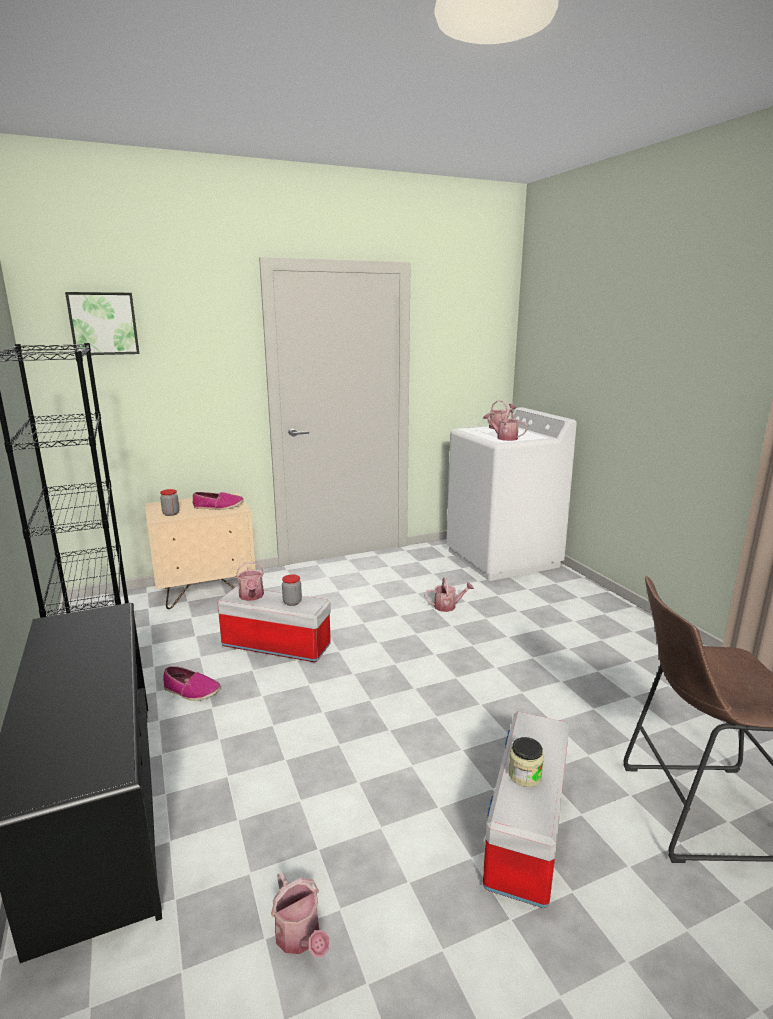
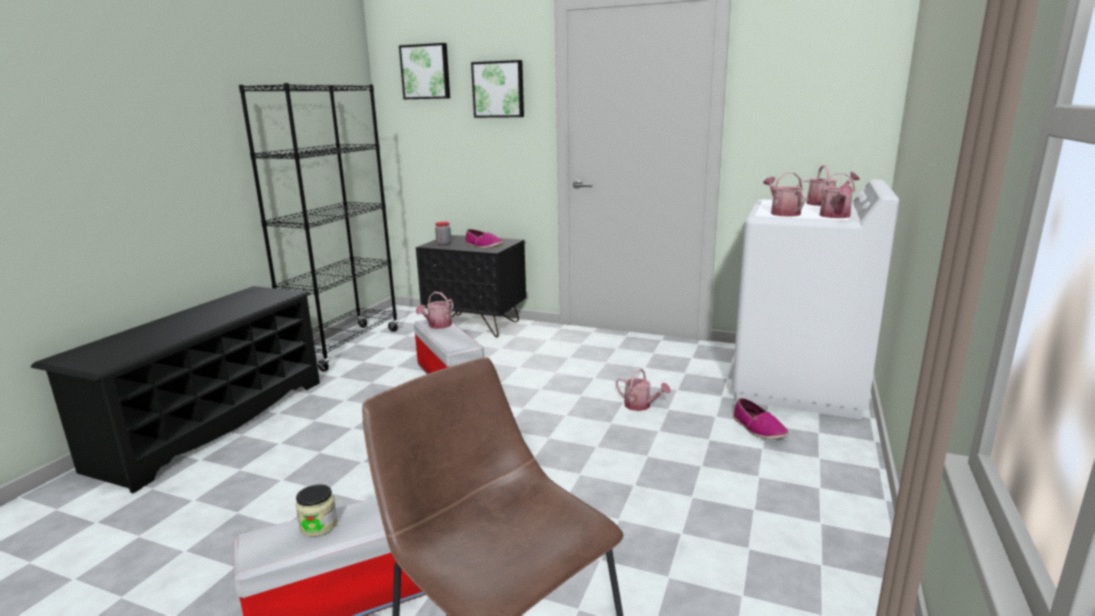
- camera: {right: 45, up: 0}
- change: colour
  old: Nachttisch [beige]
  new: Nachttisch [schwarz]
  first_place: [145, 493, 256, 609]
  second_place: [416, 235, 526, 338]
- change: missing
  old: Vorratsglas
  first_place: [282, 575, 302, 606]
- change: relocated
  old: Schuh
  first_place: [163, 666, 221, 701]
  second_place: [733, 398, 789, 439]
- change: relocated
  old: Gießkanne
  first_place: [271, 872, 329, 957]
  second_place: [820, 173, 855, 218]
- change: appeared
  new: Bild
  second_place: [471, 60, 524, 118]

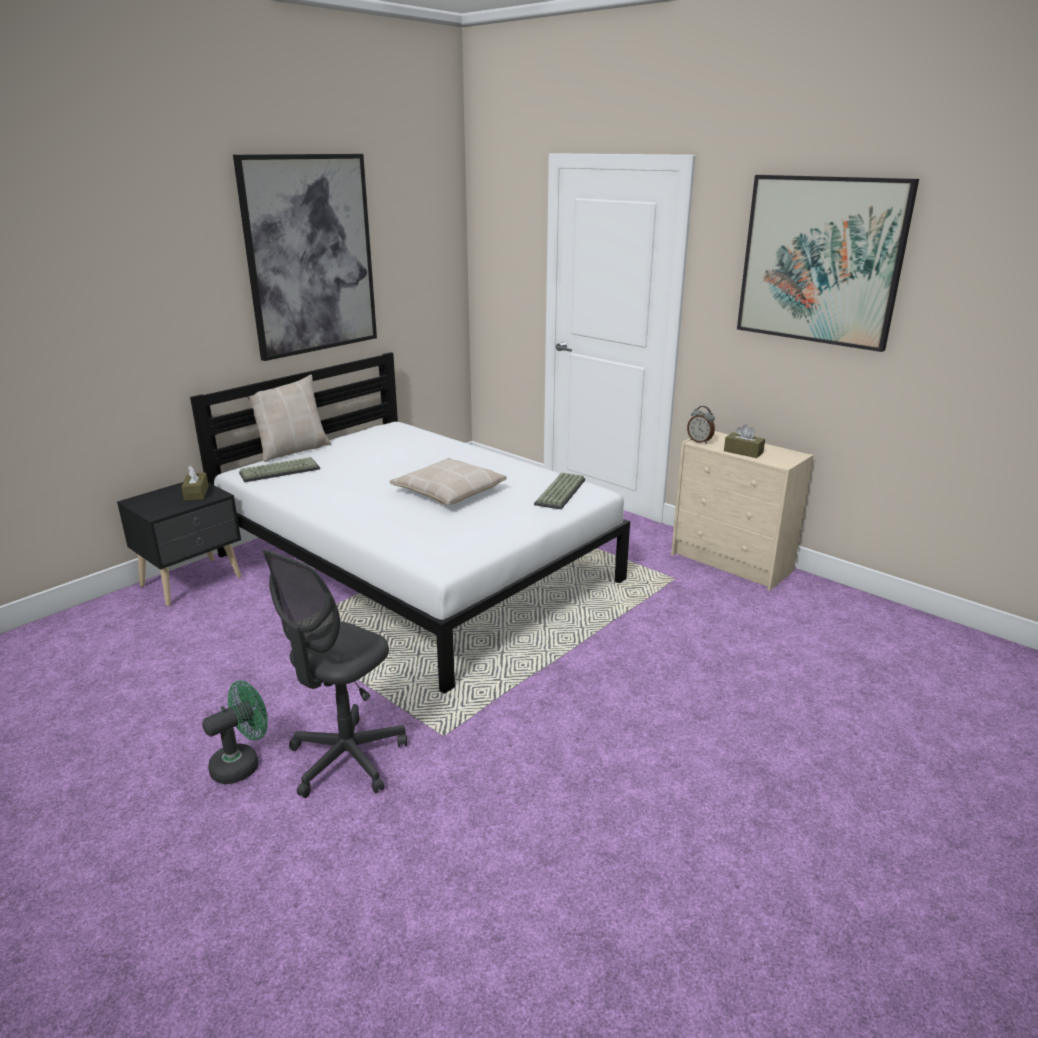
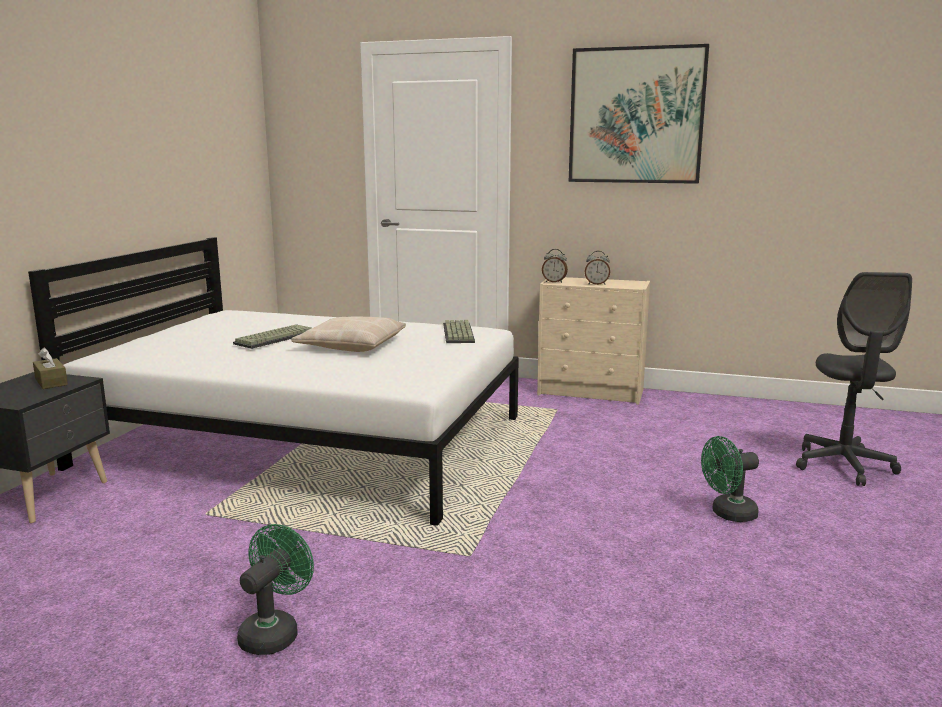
- camera: {right: -25, up: -10}
- change: missing
  old: Bild
  first_place: [233, 154, 377, 361]
- change: missing
  old: Kissen [beige]
  first_place: [247, 375, 331, 462]
- change: exchanged
  old: Taschentuchbox [braun]
  new: Wecker
  first_place: [724, 424, 765, 458]
  second_place: [585, 251, 610, 285]
- change: relocated
  old: Tastatur
  first_place: [239, 457, 320, 482]
  second_place: [233, 324, 312, 349]
- change: relocated
  old: Bürostuhl [grau]
  first_place: [262, 549, 407, 798]
  second_place: [796, 272, 912, 486]
- change: appeared
  new: Ventilator [grün]
  second_place: [701, 436, 759, 522]

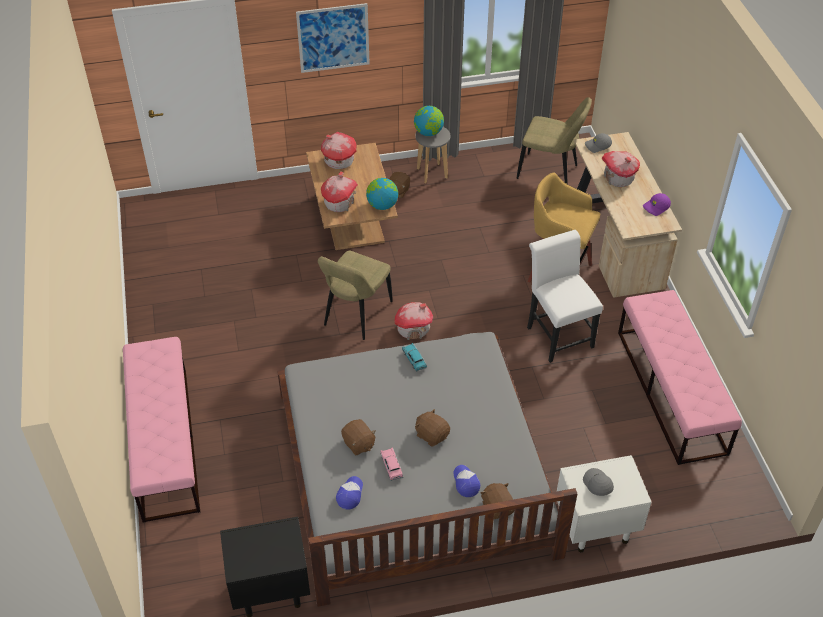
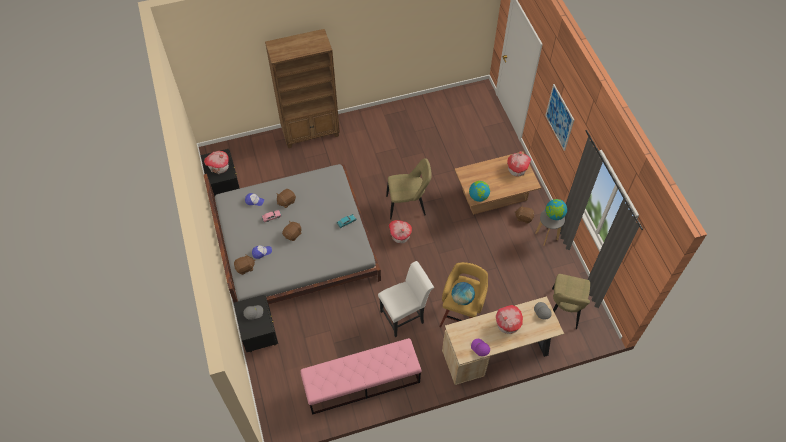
- camera: {right: 85, up: 10}
- change: relocated
  old: Spielzeughaus
  first_place: [321, 171, 358, 212]
  second_place: [204, 151, 229, 174]
- change: spun
  old: Stuhl [beige]
  first_place: [318, 251, 393, 340]
  second_place: [386, 158, 431, 220]
  degrees: 150
- change: exchanged
  old: Bank [rosa]
  new: Bücherregal [braun]
  first_place: [123, 337, 200, 523]
  second_place: [265, 29, 340, 148]
- change: colour
  old: Nachttisch [weiß]
  new: Nachttisch [schwarz]
  first_place: [557, 455, 652, 552]
  second_place: [234, 295, 278, 352]
- change: appeared
  new: Globus
  second_place: [452, 282, 475, 305]

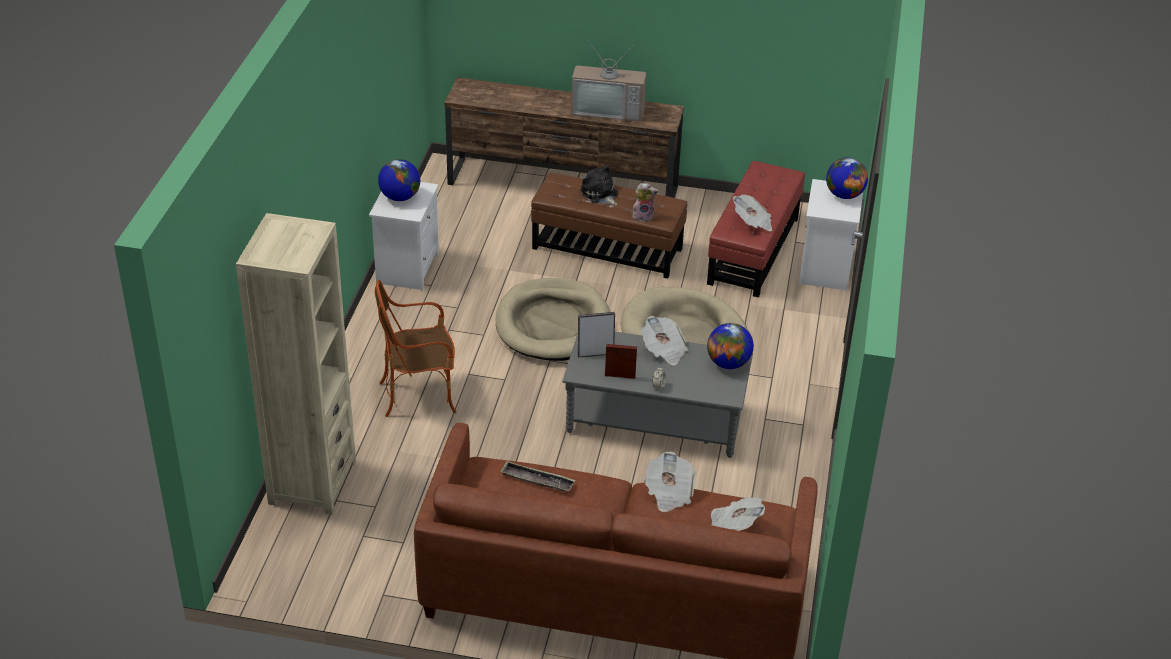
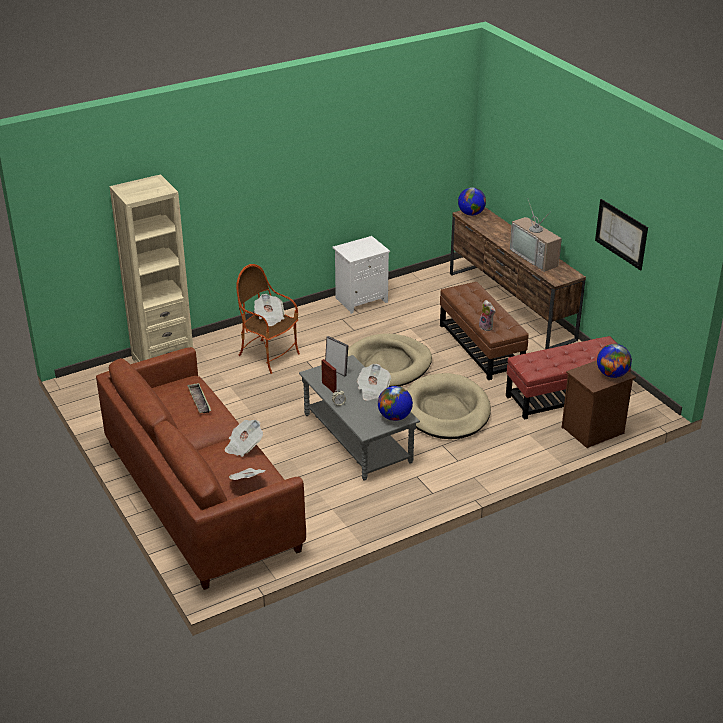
- camera: {right: 50, up: -5}
- change: relocated
  old: Globus
  first_place: [378, 159, 420, 201]
  second_place: [458, 187, 486, 216]
- change: missing
  old: Plüschtier
  first_place: [580, 165, 618, 205]
- change: colour
  old: Nachttisch [weiß]
  new: Nachttisch [braun]
  first_place: [799, 179, 863, 290]
  second_place: [562, 360, 636, 448]
- change: relocated
  old: Zeitung
  first_place: [733, 195, 772, 231]
  second_place: [254, 294, 285, 326]
- change: appeared
  new: Bild
  second_place: [595, 199, 648, 271]

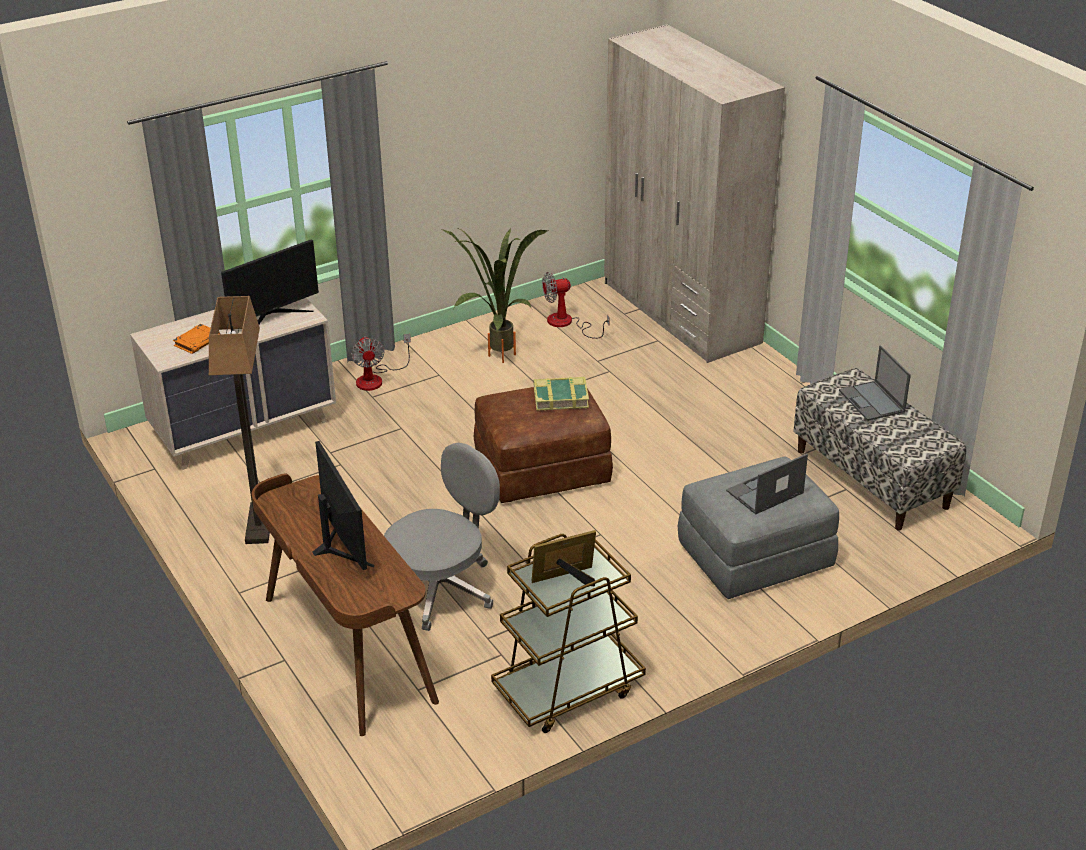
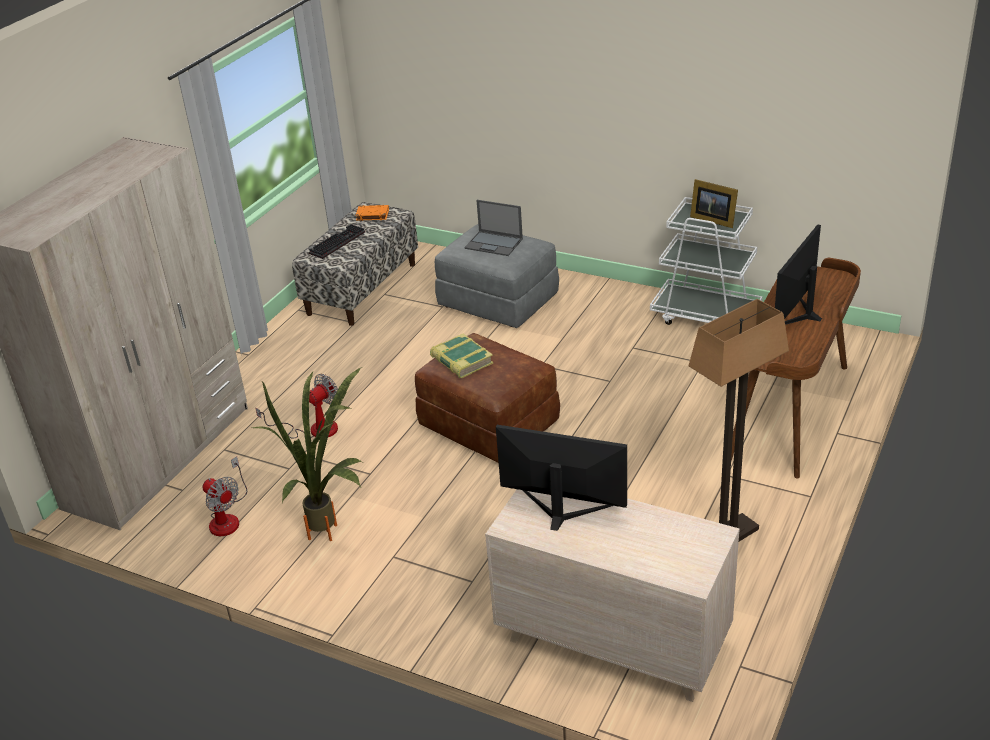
- camera: {right: -120, up: 0}
- change: relocated
  old: Buch [orange]
  first_place: [173, 324, 220, 354]
  second_place: [355, 205, 389, 221]
- change: relocated
  old: Ventilator
  first_place: [351, 334, 411, 391]
  second_place: [255, 374, 338, 438]
- change: exchanged
  old: Laptop
  new: Tastatur
  first_place: [839, 345, 911, 421]
  second_place: [309, 224, 365, 259]
- change: missing
  old: Bürostuhl [grau]
  first_place: [384, 443, 500, 631]
- change: colour
  old: Rollwagen [braun]
  new: Rollwagen [weiß]
  first_place: [491, 534, 646, 733]
  second_place: [650, 197, 763, 325]

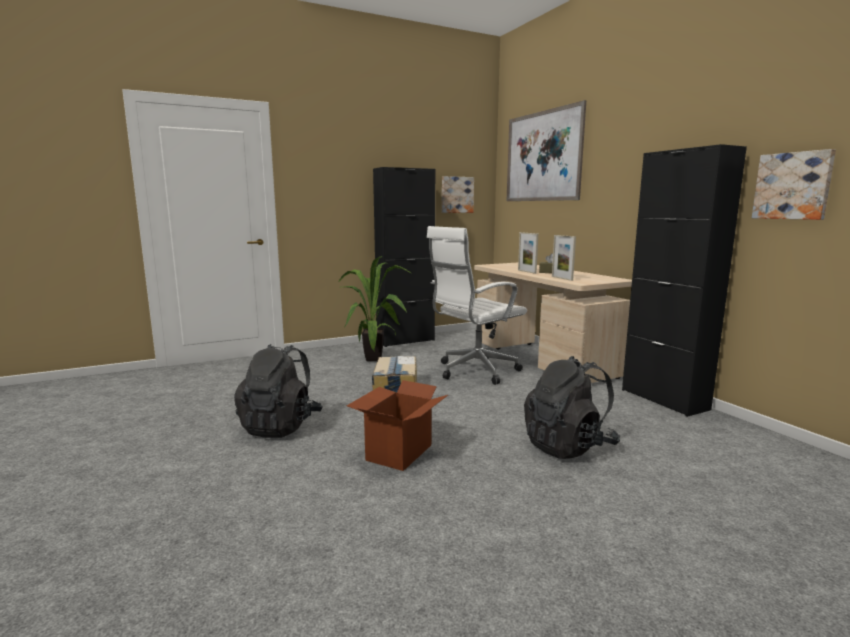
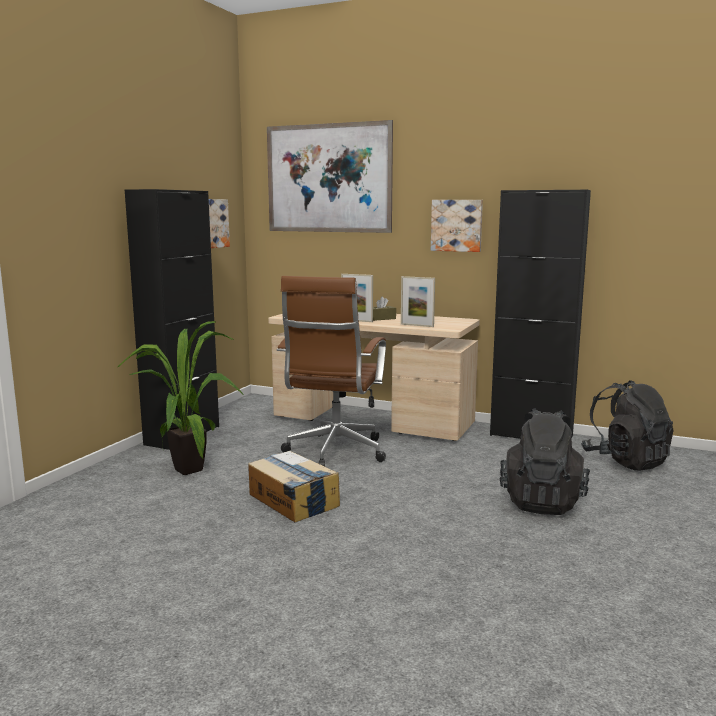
- camera: {right: -40, up: 0}
- change: relocated
  old: Bild
  first_place: [752, 149, 836, 220]
  second_place: [431, 200, 483, 252]
- change: colour
  old: Bürostuhl [weiß]
  new: Bürostuhl [braun]
  first_place: [427, 226, 527, 385]
  second_place: [277, 276, 386, 467]
- change: relocated
  old: Rucksack [schwarz]
  first_place: [234, 344, 322, 438]
  second_place: [581, 380, 674, 471]
- change: missing
  old: Karton
  first_place: [347, 380, 448, 471]

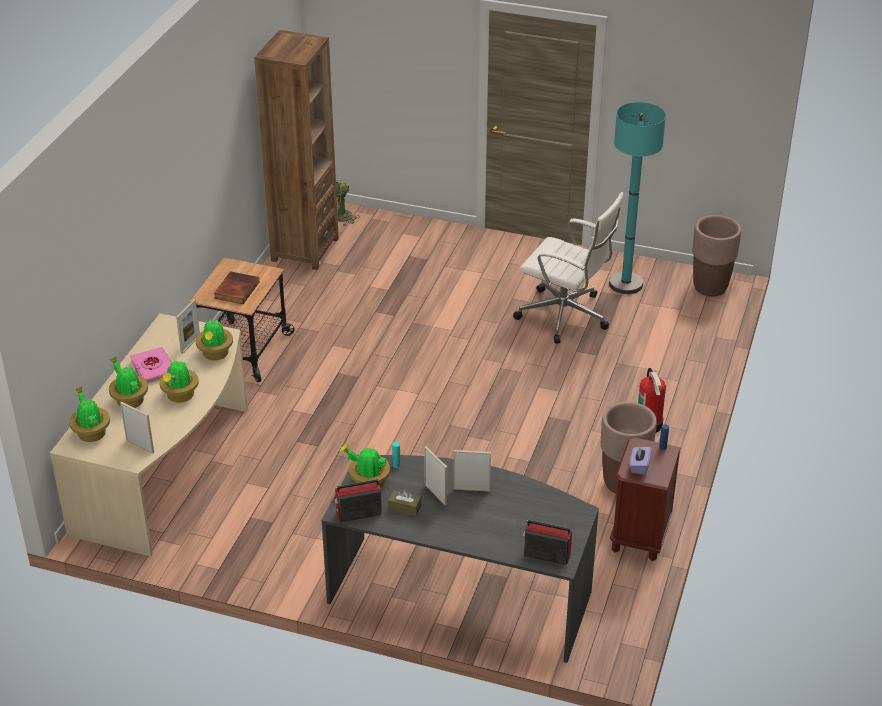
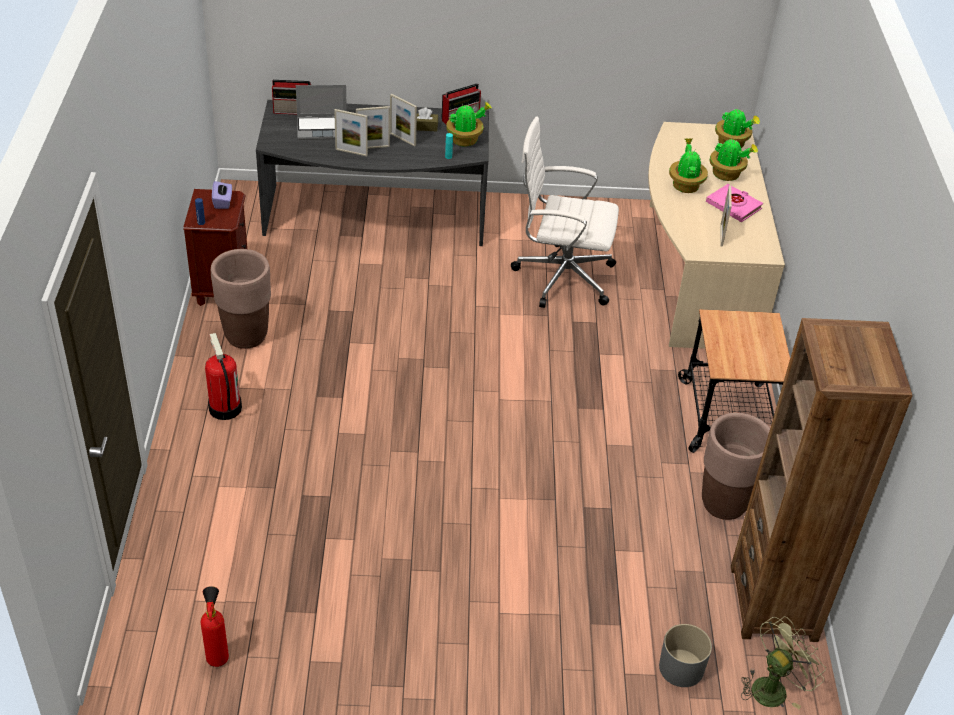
- camera: {right: 160, up: 5}
- change: missing
  old: Stehlampe [türkis]
  first_place: [609, 102, 666, 294]
- change: relocated
  old: Bürostuhl [weiß]
  first_place: [513, 192, 624, 344]
  second_place: [511, 117, 619, 308]
- change: relocated
  old: Pflanzkübel [braun]
  first_place: [692, 215, 741, 297]
  second_place: [702, 413, 770, 520]
- change: missing
  old: Buch
  first_place: [214, 271, 259, 304]
- change: missing
  old: Topfpflanze
  first_place: [196, 318, 233, 360]
- change: relocated
  old: Bilderrahmen
  first_place: [120, 402, 154, 454]
  second_place: [334, 109, 368, 156]
- change: appeared
  new: Laptop
  second_place: [296, 85, 347, 140]
- change: appeared
  new: Feuerlöscher
  second_place: [201, 586, 229, 667]
- change: appeared
  new: Pflanzkübel [grau]
  second_place: [659, 624, 712, 687]

